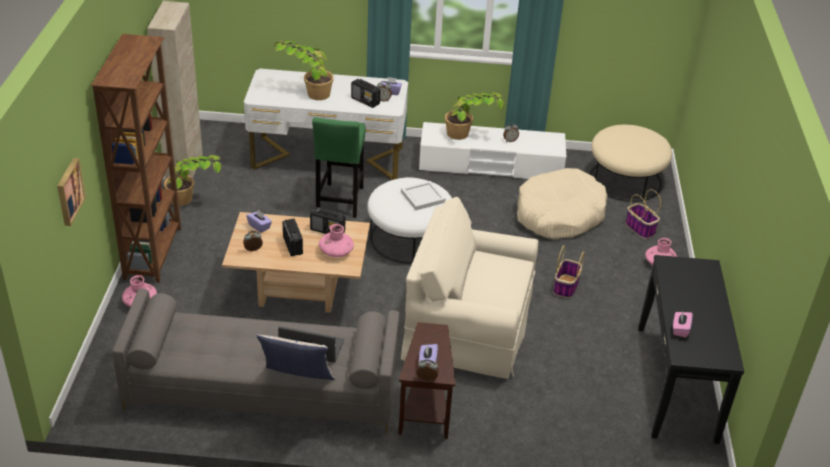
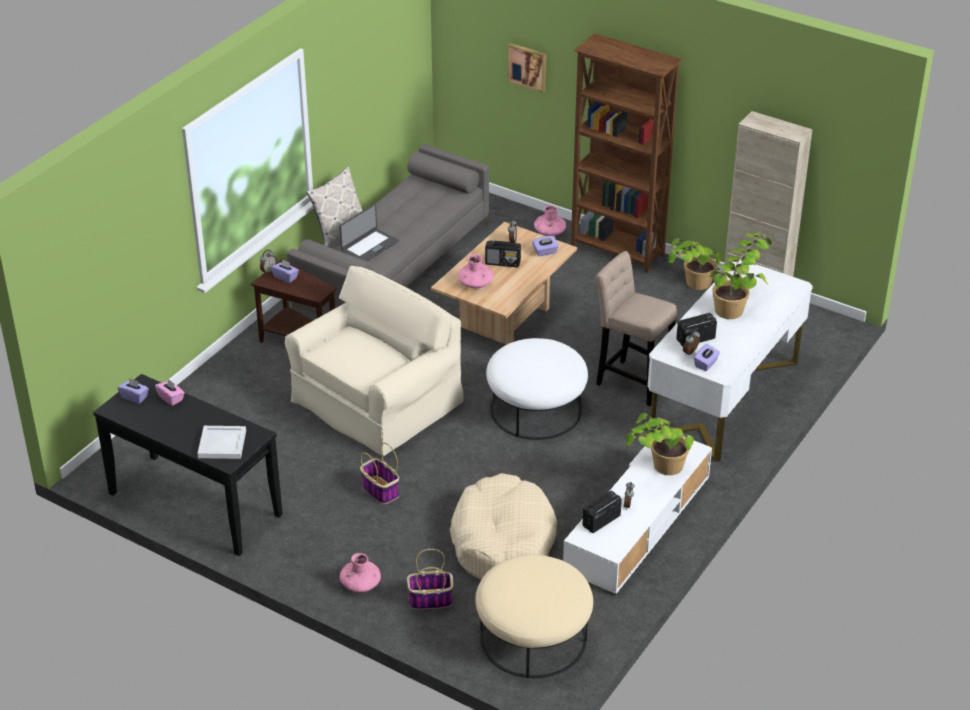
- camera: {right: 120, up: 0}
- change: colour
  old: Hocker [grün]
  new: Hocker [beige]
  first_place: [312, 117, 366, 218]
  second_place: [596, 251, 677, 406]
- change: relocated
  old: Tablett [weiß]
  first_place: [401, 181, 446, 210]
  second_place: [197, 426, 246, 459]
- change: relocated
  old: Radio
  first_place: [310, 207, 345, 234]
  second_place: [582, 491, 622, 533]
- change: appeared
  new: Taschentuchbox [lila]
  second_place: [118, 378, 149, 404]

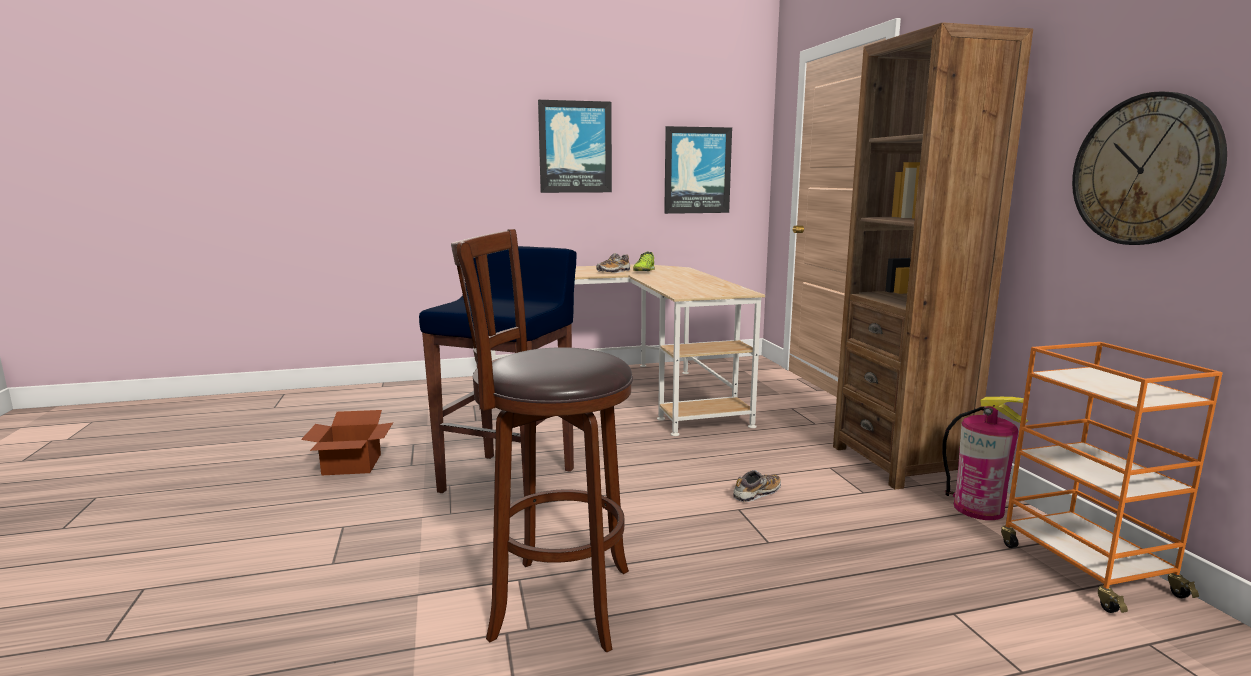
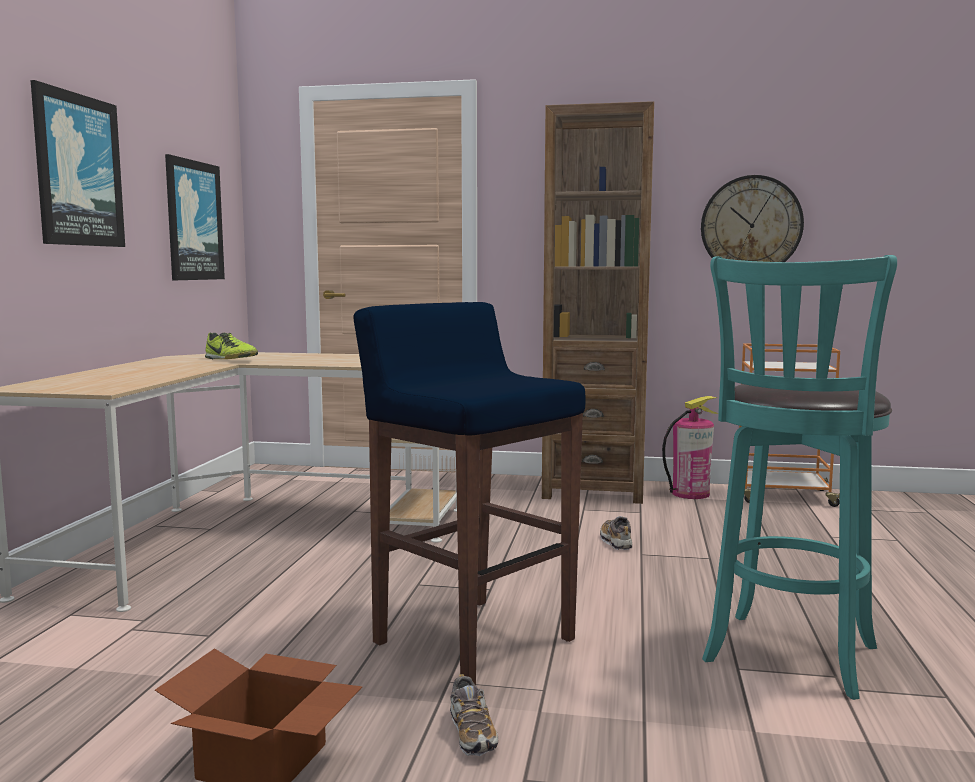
- camera: {right: -65, up: -5}
- change: colour
  old: Hocker [braun]
  new: Hocker [türkis]
  first_place: [451, 229, 633, 652]
  second_place: [702, 255, 897, 700]
- change: relocated
  old: Schuh
  first_place: [597, 253, 630, 273]
  second_place: [450, 674, 498, 756]

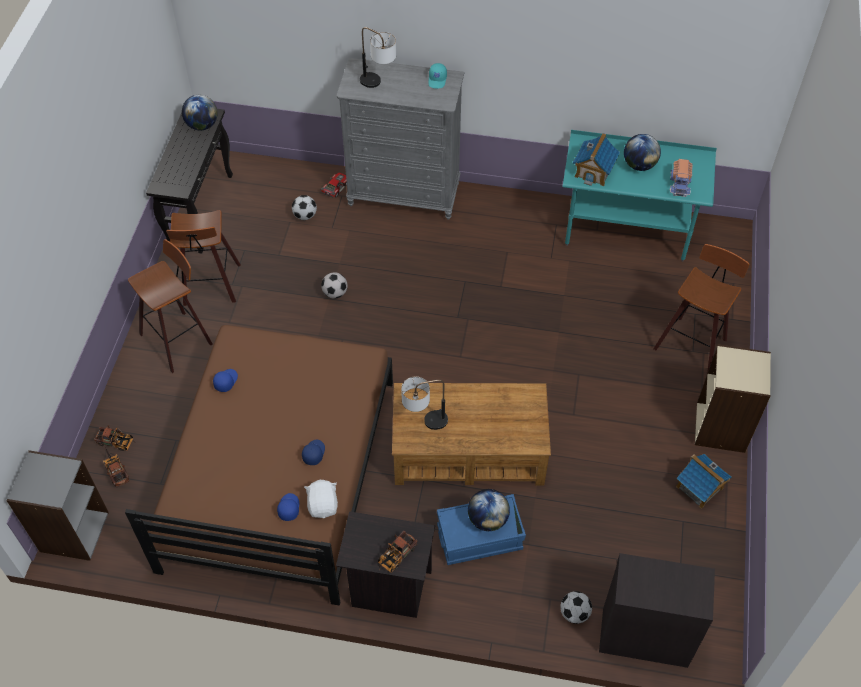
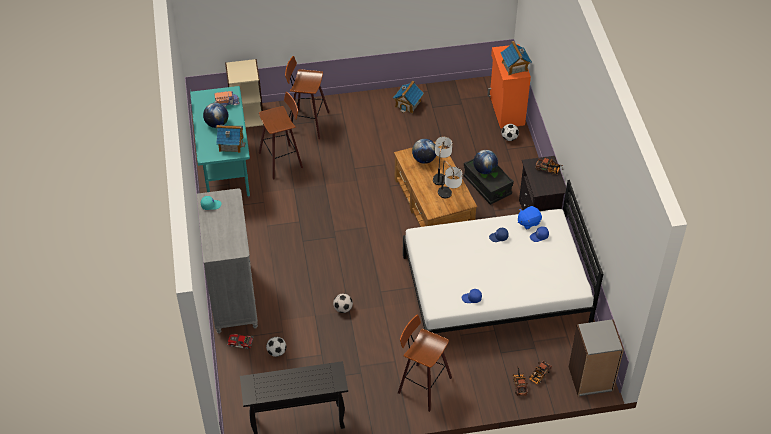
- camera: {right: -110, up: -5}
- change: relocated
  old: Tischlampe
  first_place: [360, 27, 396, 88]
  second_place: [433, 137, 452, 185]
- change: relocated
  old: Globus
  first_place: [182, 95, 218, 131]
  second_place: [412, 139, 436, 164]
- change: relocated
  old: Hocker
  first_place: [166, 210, 241, 306]
  second_place: [259, 92, 303, 180]
- change: colour
  old: Bett [braun]
  new: Bett [weiß]
  first_place: [125, 325, 393, 606]
  second_place: [403, 180, 603, 334]
- change: relocated
  old: Bücherregal [beige]
  first_place: [695, 344, 771, 453]
  second_place: [225, 59, 264, 127]
- change: colour
  old: Plüschtier [weiß]
  new: Plüschtier [blau]
  first_place: [304, 479, 338, 518]
  second_place: [518, 206, 542, 229]
- change: colour
  old: Aufbewahrungsbox [blau]
  new: Aufbewahrungsbox [schwarz]
  first_place: [437, 494, 526, 565]
  second_place: [464, 159, 514, 205]
- change: colour
  old: Schrank [schwarz]
  new: Schrank [orange]
  first_place: [599, 553, 715, 668]
  second_place: [487, 44, 531, 128]
- change: appeared
  new: Spielzeughaus
  second_place: [501, 41, 532, 75]

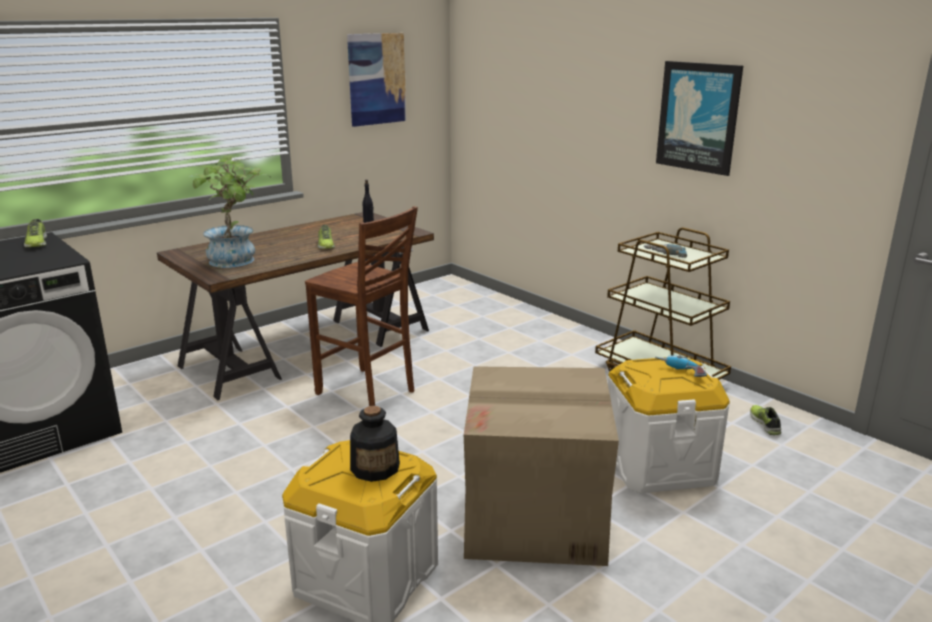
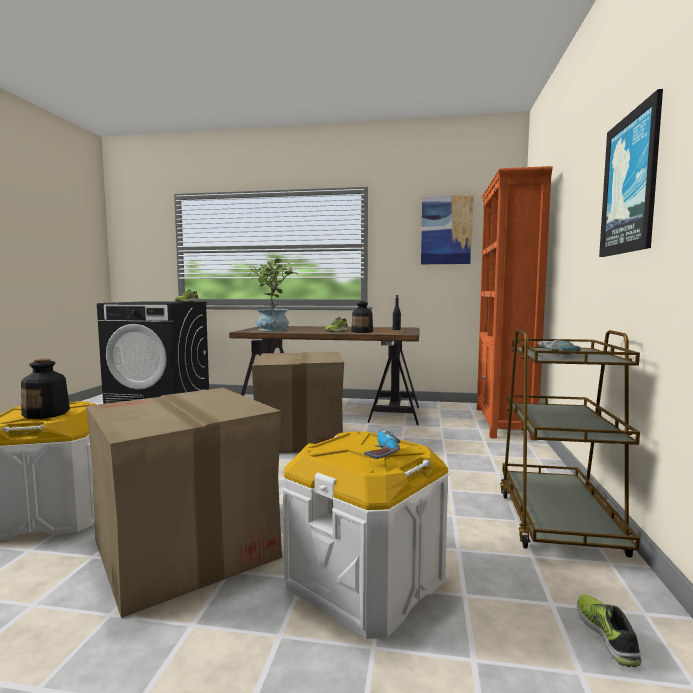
- camera: {right: 50, up: -15}
- change: exchanged
  old: Hocker [braun]
  new: Karton
  first_place: [305, 206, 418, 406]
  second_place: [252, 352, 344, 453]
- change: spun
  old: Schuh
  first_place: [750, 405, 781, 435]
  second_place: [577, 594, 642, 667]
  degrees: -45
- change: appeared
  new: Bücherregal [orange]
  second_place: [477, 166, 553, 441]
- change: appeared
  new: Flasche
  second_place: [351, 301, 373, 333]

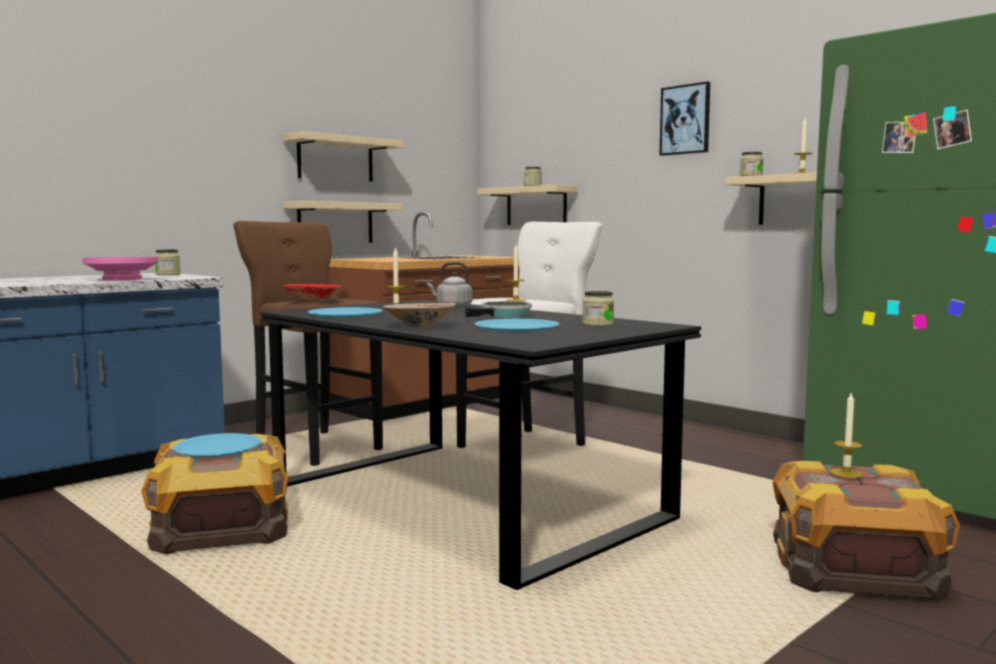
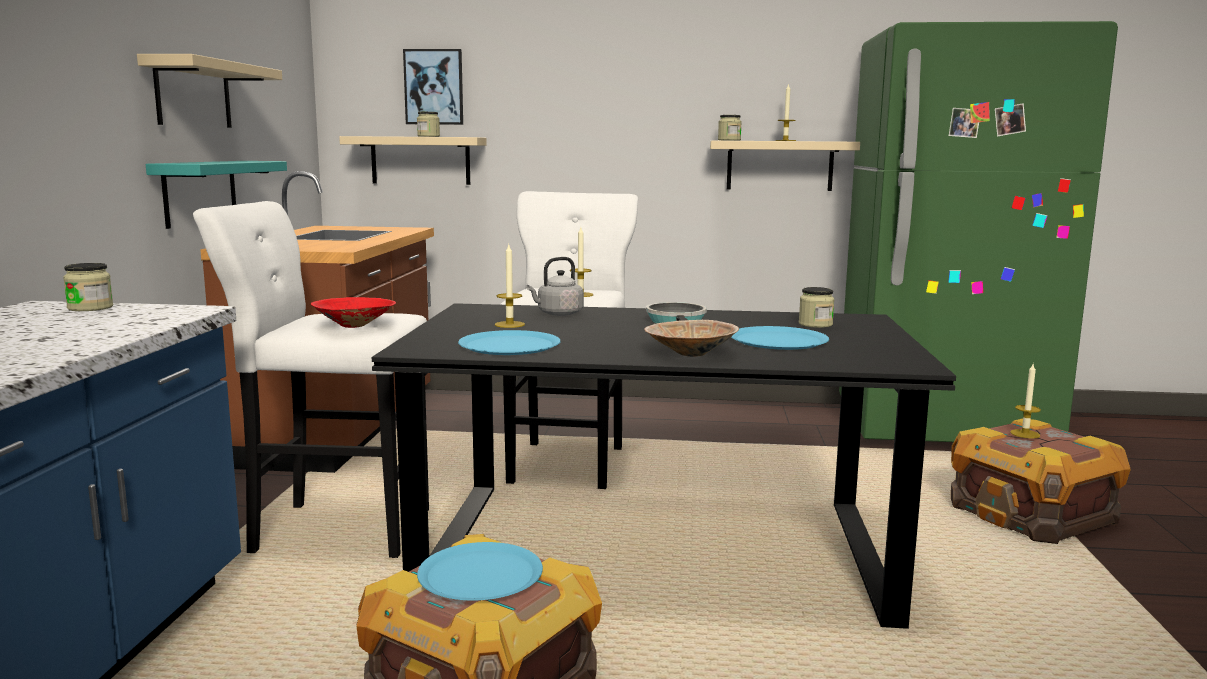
- camera: {right: -40, up: 5}
- change: relocated
  old: Bild
  first_place: [659, 81, 710, 156]
  second_place: [403, 49, 463, 125]
- change: colour
  old: Wandregal [beige]
  new: Wandregal [türkis]
  first_place: [283, 201, 403, 243]
  second_place: [146, 161, 287, 229]
- change: colour
  old: Hocker [braun]
  new: Hocker [weiß]
  first_place: [233, 221, 383, 466]
  second_place: [193, 201, 429, 558]
- change: missing
  old: Schüssel [rosa]
  first_place: [82, 257, 159, 280]

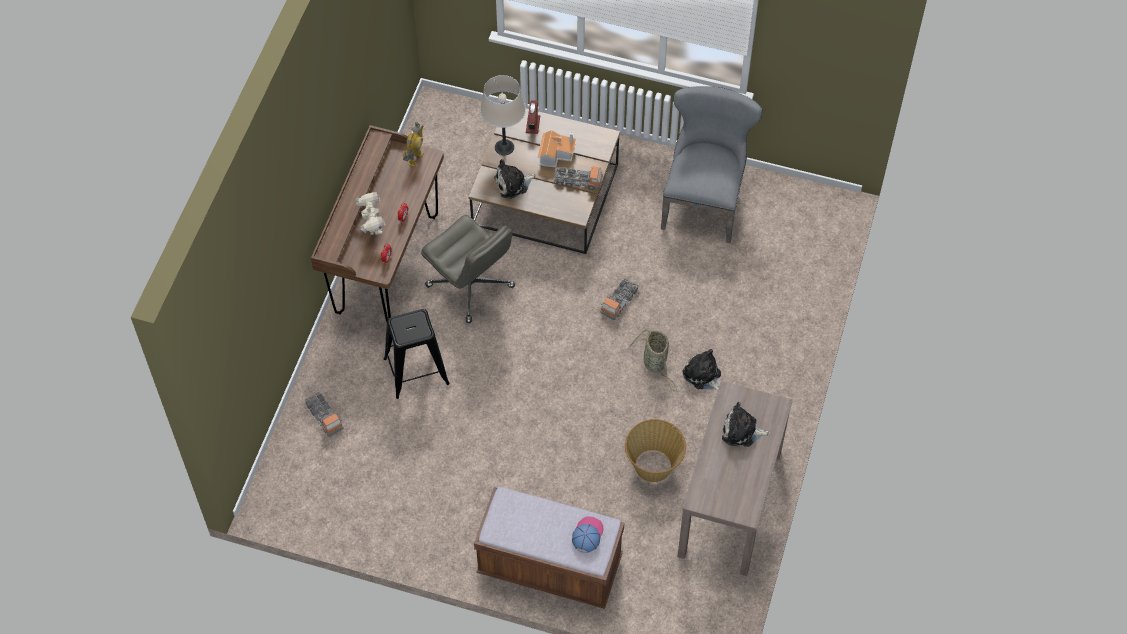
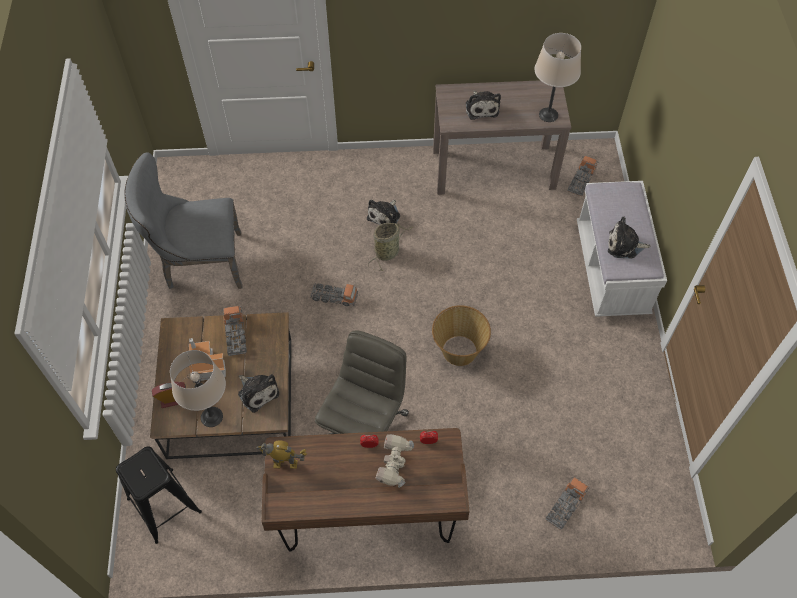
- camera: {right: -110, up: 0}
- change: spun
  old: Spielzeugroboter
  first_place: [355, 192, 385, 235]
  second_place: [375, 434, 414, 488]
  degrees: -45
- change: relocated
  old: Hocker [schwarz]
  first_place: [384, 309, 450, 399]
  second_place: [116, 446, 202, 544]
- change: relocated
  old: Korb
  first_place: [625, 419, 686, 482]
  second_place: [432, 305, 491, 366]
- change: colour
  old: Bank [braun]
  new: Bank [weiß]
  first_place: [474, 487, 624, 609]
  second_place: [577, 181, 667, 317]
- change: missing
  old: Kappe
  first_place: [572, 516, 604, 552]
- change: appeared
  new: Tischlampe [beige]
  second_place: [535, 33, 581, 122]
- change: appeared
  new: Spielzeuglaster
  second_place: [568, 155, 598, 196]
- change: appeared
  new: Plüschtier
  second_place: [608, 217, 651, 258]

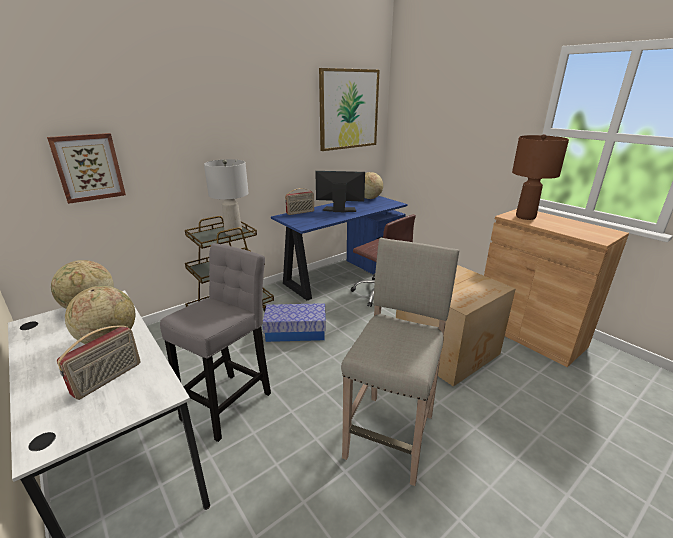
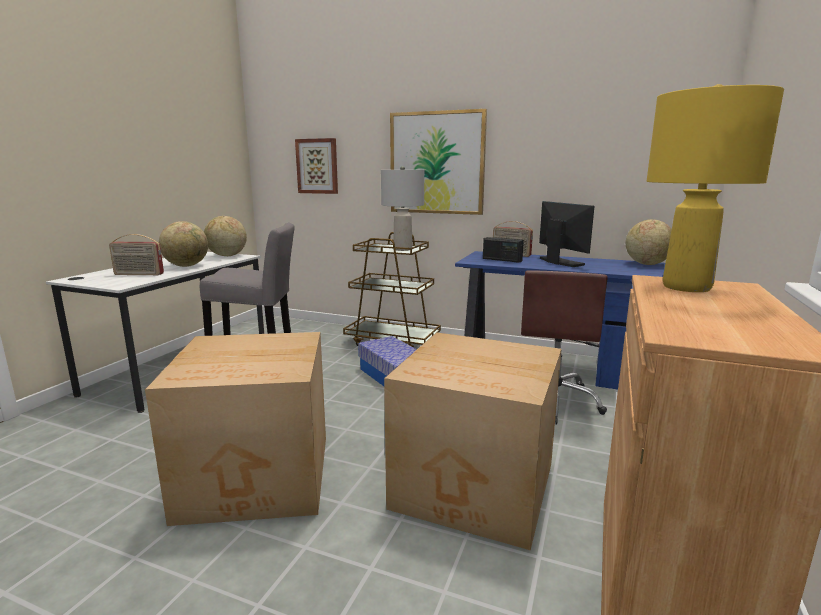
- camera: {right: 60, up: -10}
- change: relocated
  old: Bild
  first_place: [319, 68, 380, 151]
  second_place: [390, 109, 487, 215]
- change: colour
  old: Tischlampe [braun]
  new: Tischlampe [gelb]
  first_place: [512, 134, 569, 220]
  second_place: [647, 84, 784, 292]
- change: exchanged
  old: Hocker [beige]
  new: Karton
  first_place: [341, 238, 459, 486]
  second_place: [145, 332, 326, 526]
- change: appeared
  new: Radio
  second_place: [483, 237, 524, 263]

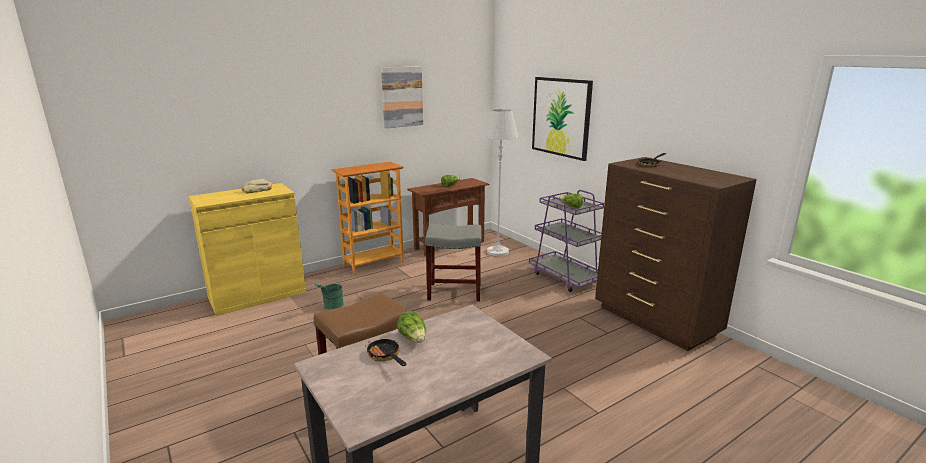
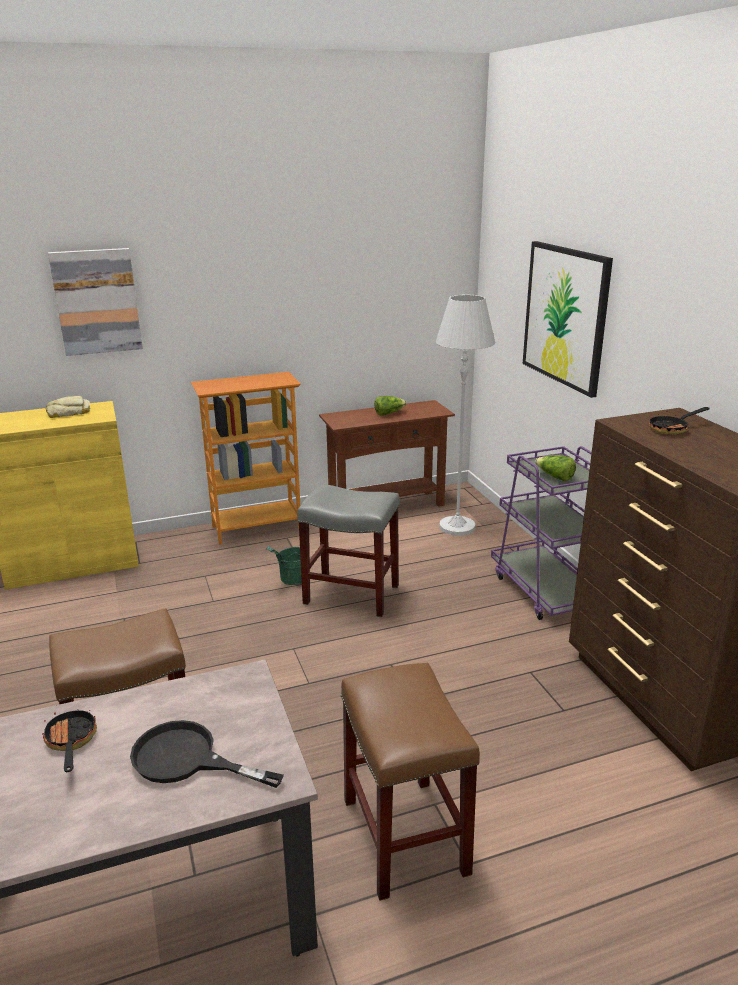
- camera: {right: 15, up: 5}
- change: relocated
  old: Bild
  first_place: [381, 67, 423, 128]
  second_place: [48, 248, 143, 356]
- change: relocated
  old: Eimer [grün]
  first_place: [315, 283, 344, 310]
  second_place: [266, 546, 302, 585]
- change: missing
  old: Salatkopf
  first_place: [397, 311, 426, 343]
- change: appeared
  new: Hocker [braun]
  second_place: [341, 663, 480, 901]
- change: appeared
  new: Pfanne [schwarz]
  second_place: [130, 720, 284, 788]

